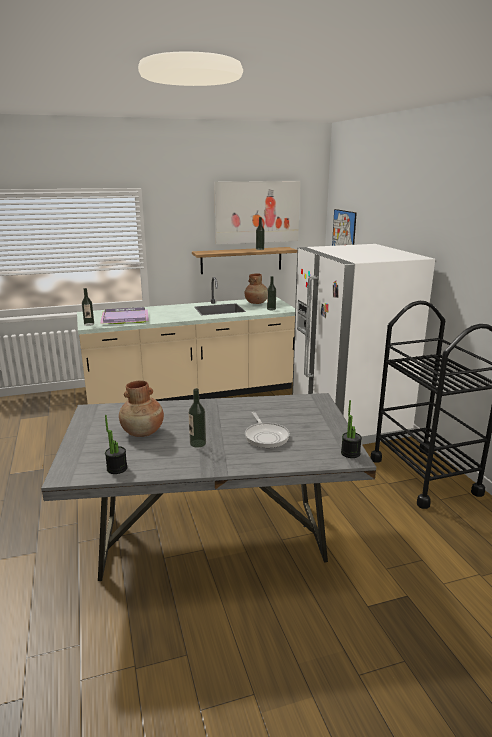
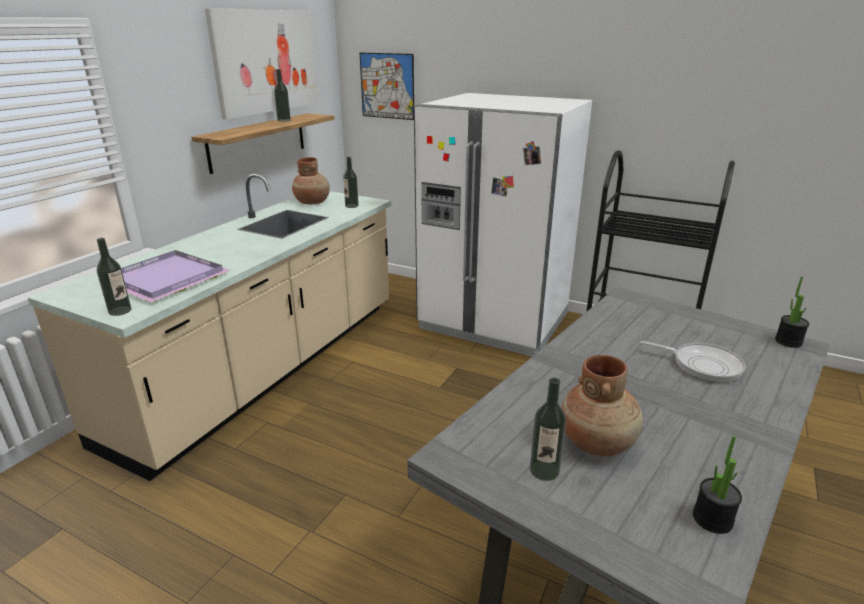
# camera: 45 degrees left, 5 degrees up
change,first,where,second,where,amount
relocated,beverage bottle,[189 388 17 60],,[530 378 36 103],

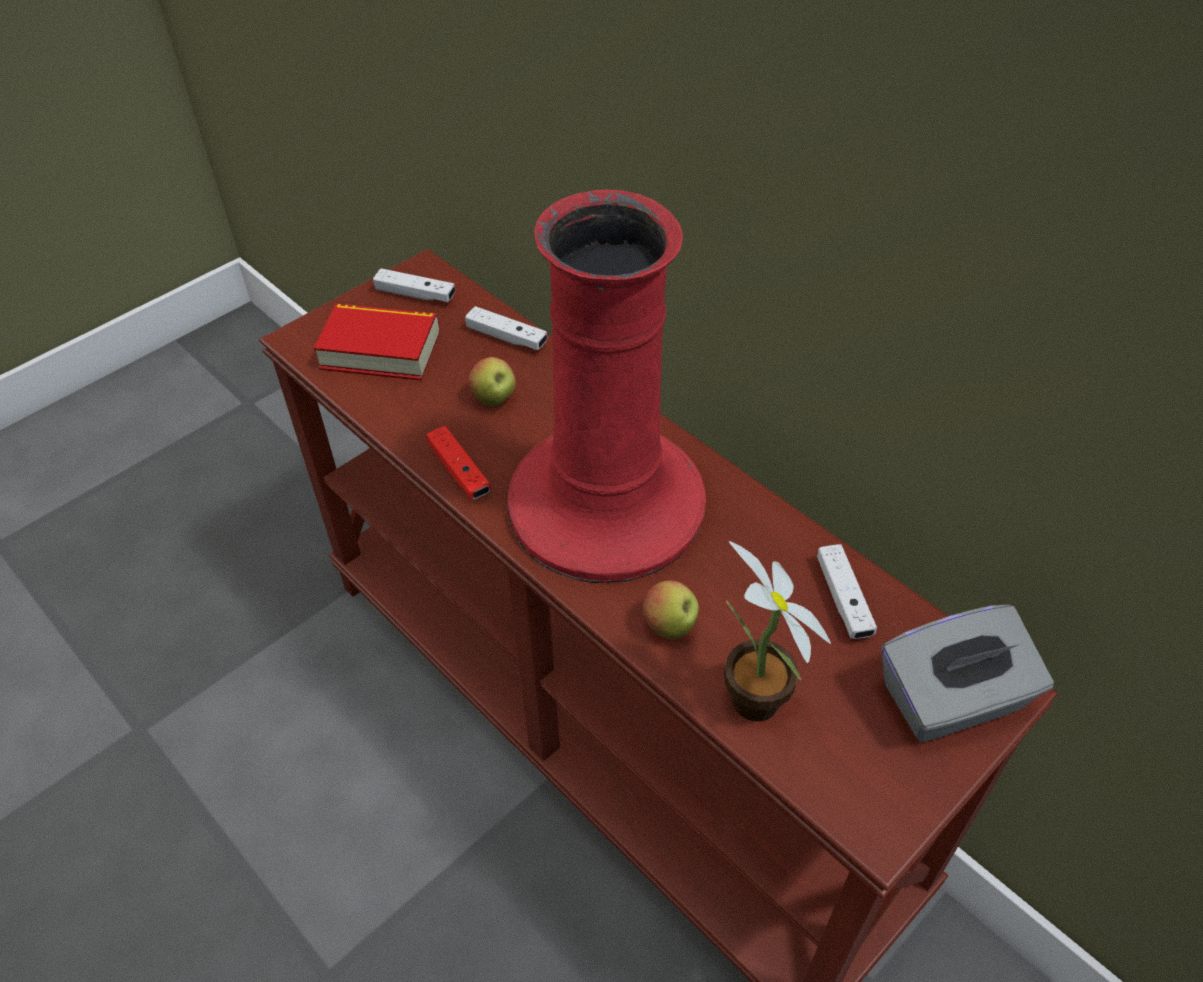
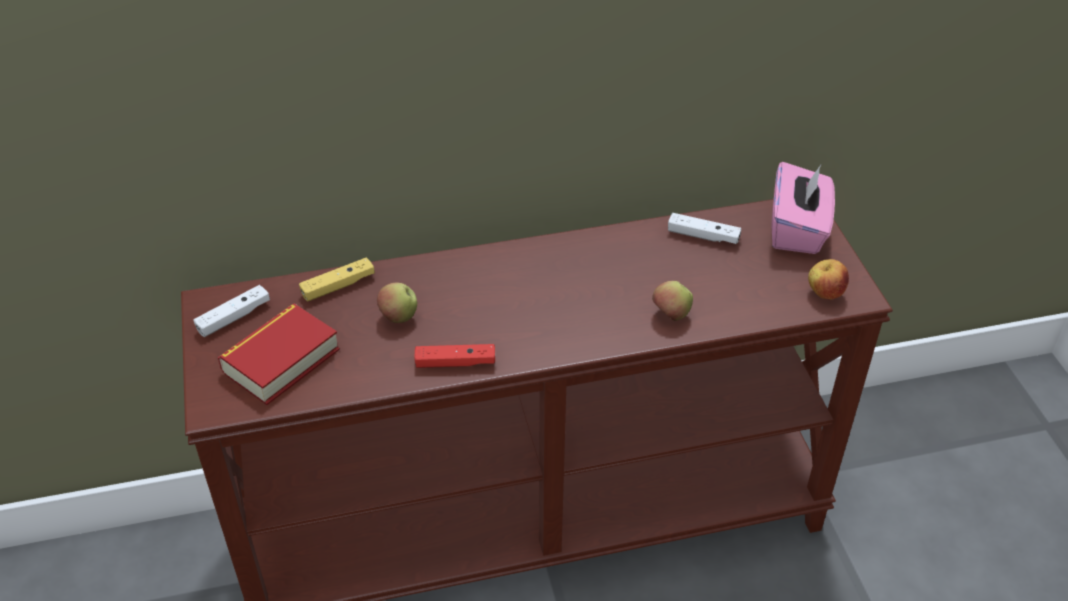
# camera: 60 degrees left, 5 degrees down
change,first,where,second,where,amount
colour,game controller in white-coloured,[465 306 82 44],game controller in yellow-coloured,[299 257 76 45],
missing,decorative vase in red,[508 190 198 393],,,
missing,plant in a pot,[724 541 107 180],,,
colour,tissue box in greyish,[882 605 172 137],tissue box in pinkish,[771 162 64 92],
appeared,,,whole apple,[808 259 41 41],

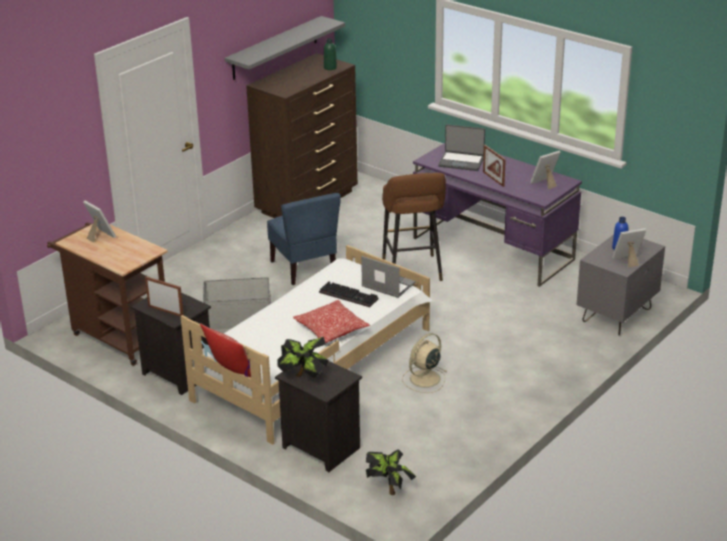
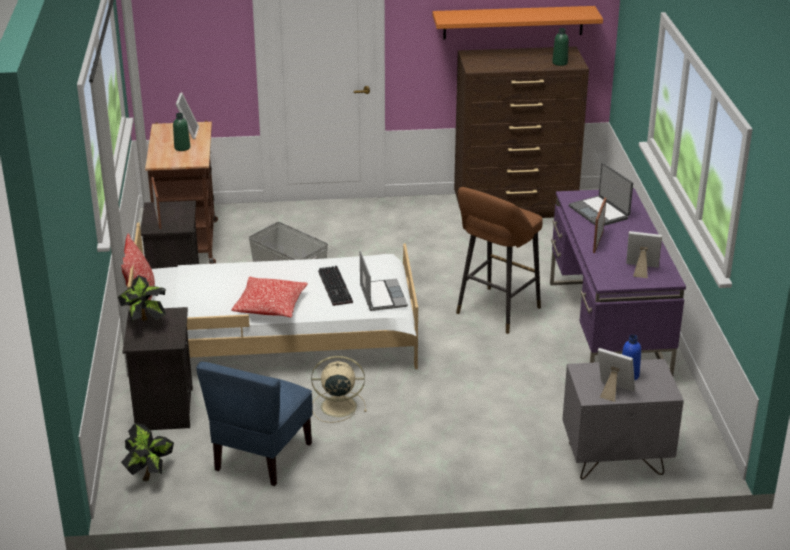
# camera: 45 degrees right, 0 degrees up
change,first,where,second,where,amount
colour,bracket shelf in greyish,[225 16 120 64],bracket shelf in orange,[432 6 171 34],
relocated,chair in bluish,[267 193 74 92],,[196 361 117 125],
appeared,,,beverage bottle in green,[173 113 17 38],

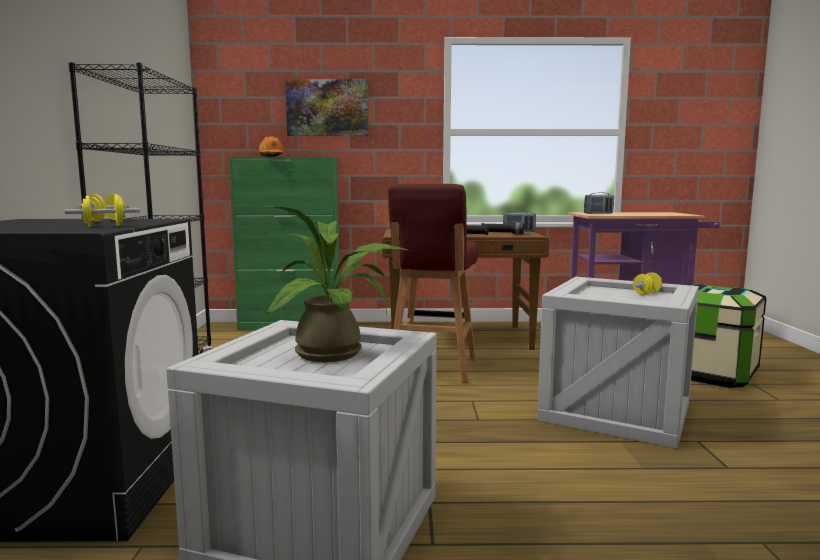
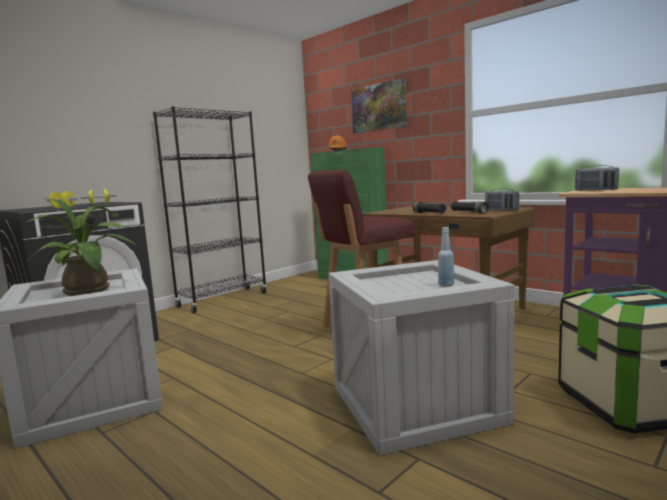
# camera: 45 degrees right, 0 degrees up
change,first,where,second,where,amount
exchanged,dumbbell in yellow-coloured,[633 272 29 23],beverage bottle in bluish,[438 227 16 60],

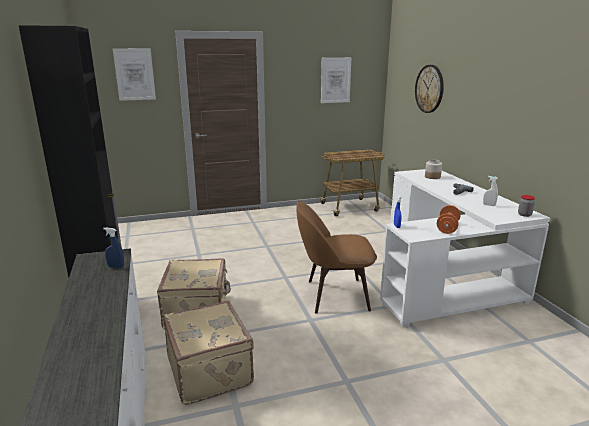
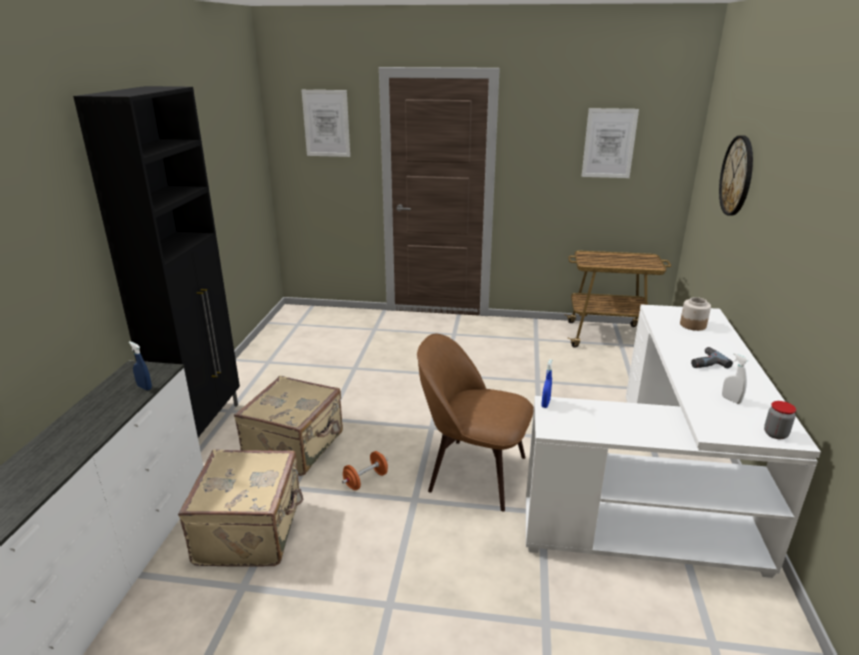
# camera: 25 degrees right, 5 degrees up
change,first,where,second,where,amount
relocated,dumbbell in orange,[437 205 24 29],,[342 451 46 39],

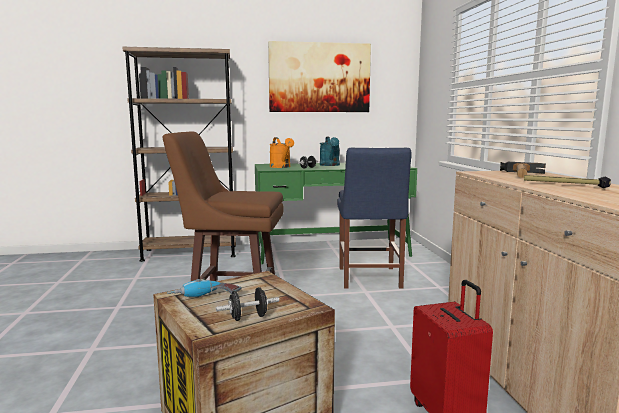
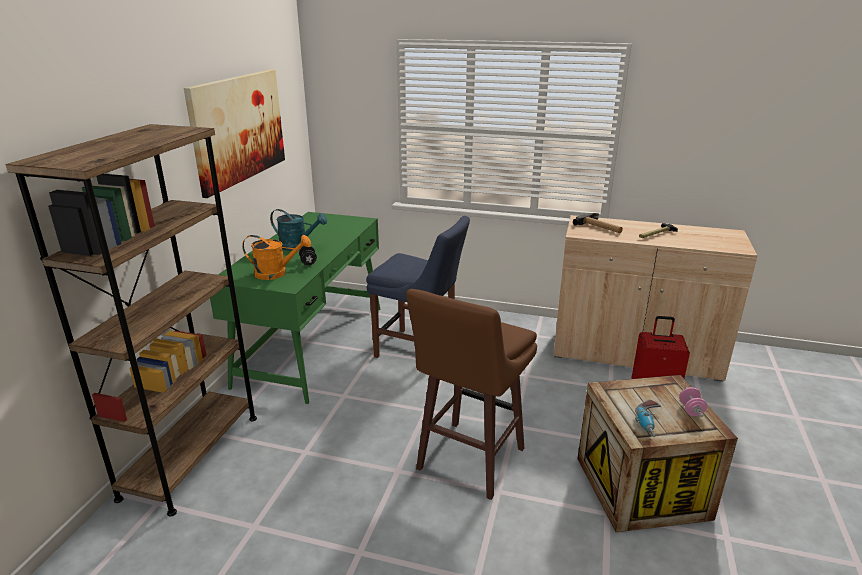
# camera: 65 degrees left, 15 degrees up
change,first,where,second,where,amount
colour,dumbbell in black-coloured,[216 287 63 34],dumbbell in pinkish,[679 387 28 30],

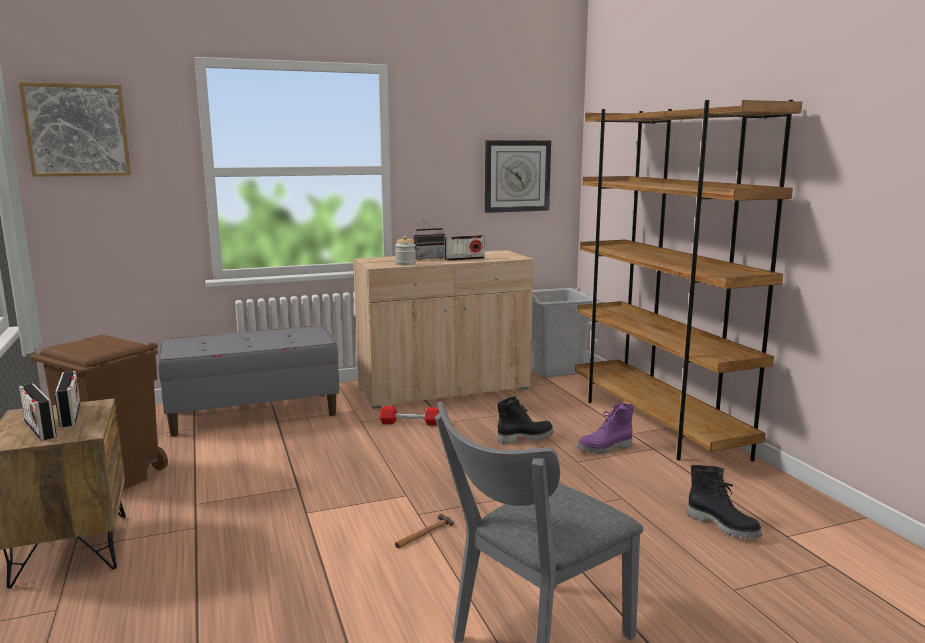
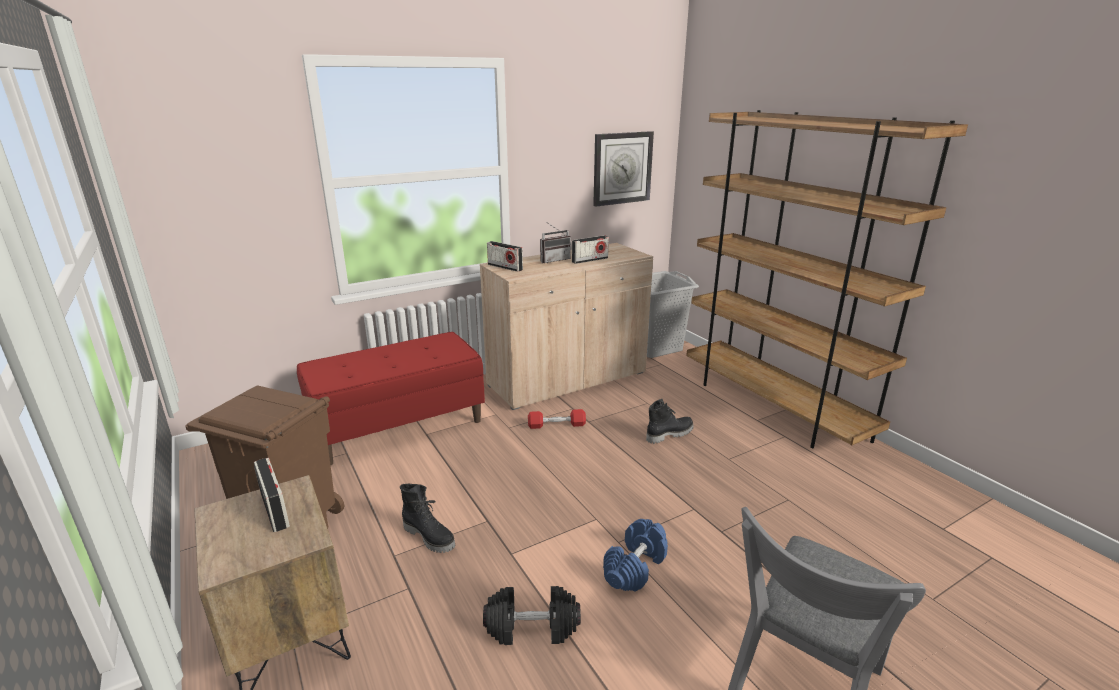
# camera: 10 degrees left, 10 degrees up
change,first,where,second,where,amount
missing,wall picture,[19 82 112 95],,,
relocated,radio receiver,[19 383 38 58],,[487 241 36 31],
colour,bench in greyish,[158 325 181 112],bench in red,[297 332 188 133],
missing,storage jar,[395 236 21 29],,,
exchanged,hand hammer,[395 514 59 34],dumbbell in bluish,[603 519 65 73],
missing,boot in purple,[577 403 57 51],,,
relocated,boot in black-coloured,[687 465 75 74],,[400 484 55 69],
appeared,,,dumbbell in black-coloured,[483 586 98 59],

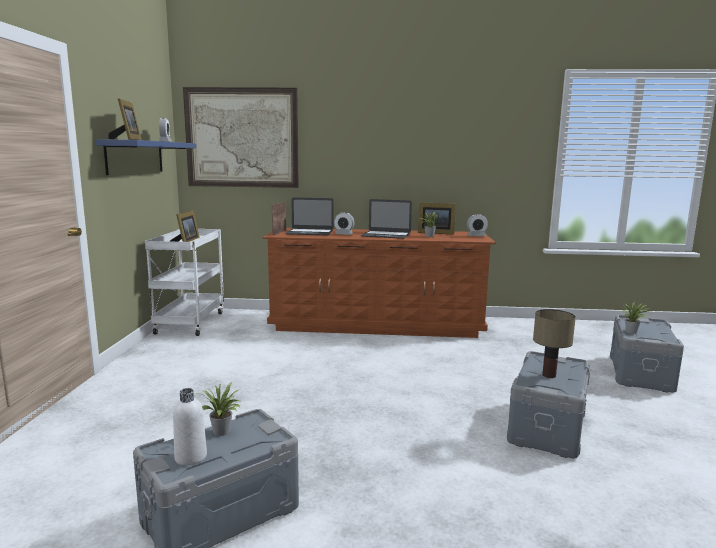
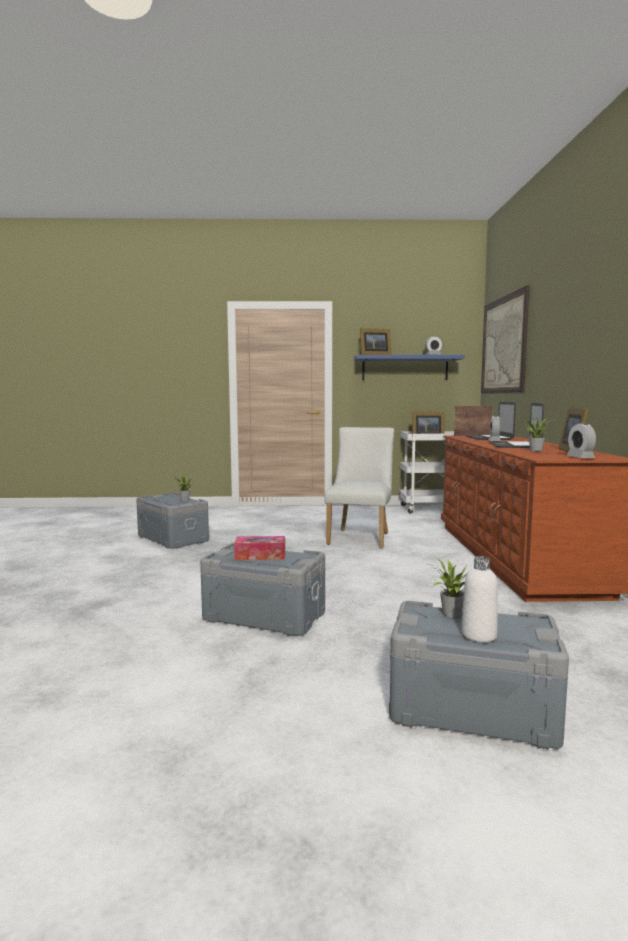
# camera: 85 degrees right, 5 degrees down
change,first,where,second,where,amount
relocated,beverage bottle in white-coloured,[173 388 34 77],,[461 556 37 86],
exchanged,table lamp,[533 309 43 69],tissue box,[234 536 51 24],
appeared,,,chair in white-coloured,[324 427 70 122],

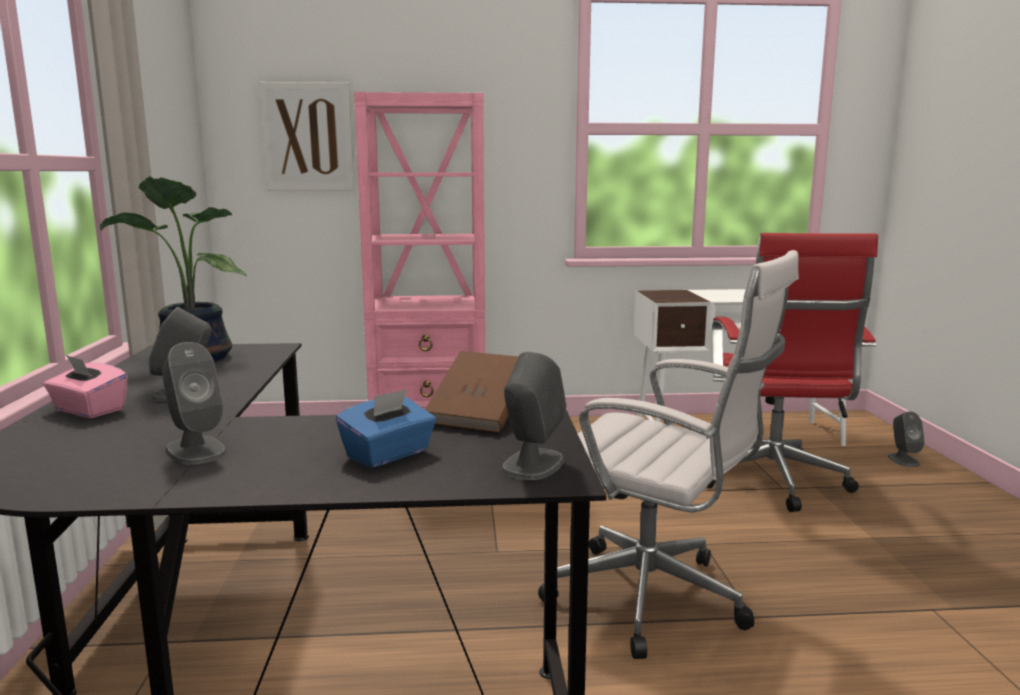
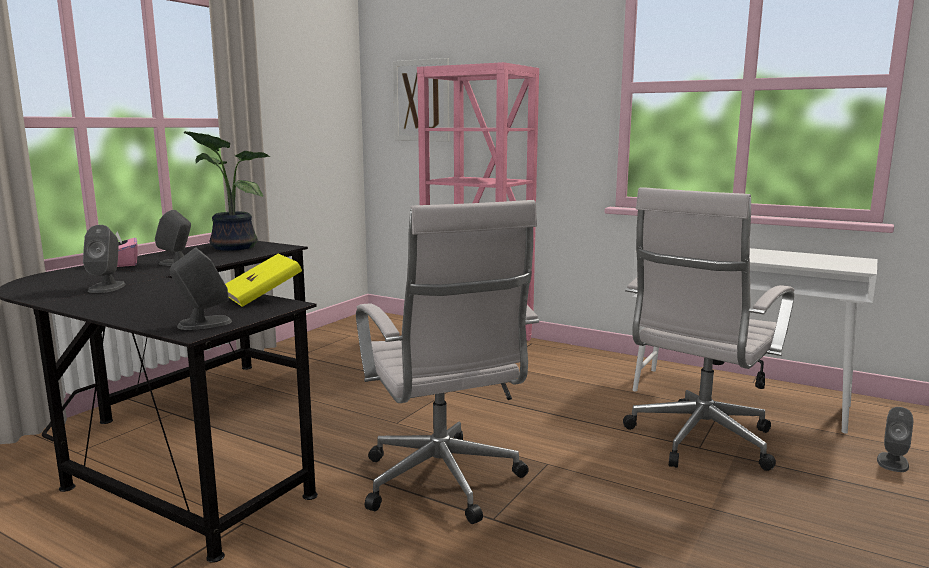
# camera: 35 degrees right, 0 degrees up
change,first,where,second,where,amount
missing,tissue box in bluish,[336 389 100 79],,,
colour,book in brown,[425 351 94 82],book in yellow-coloured,[225 254 77 53],
colour,desk chair in red,[707 233 171 279],desk chair in white-coloured,[623 187 171 284],

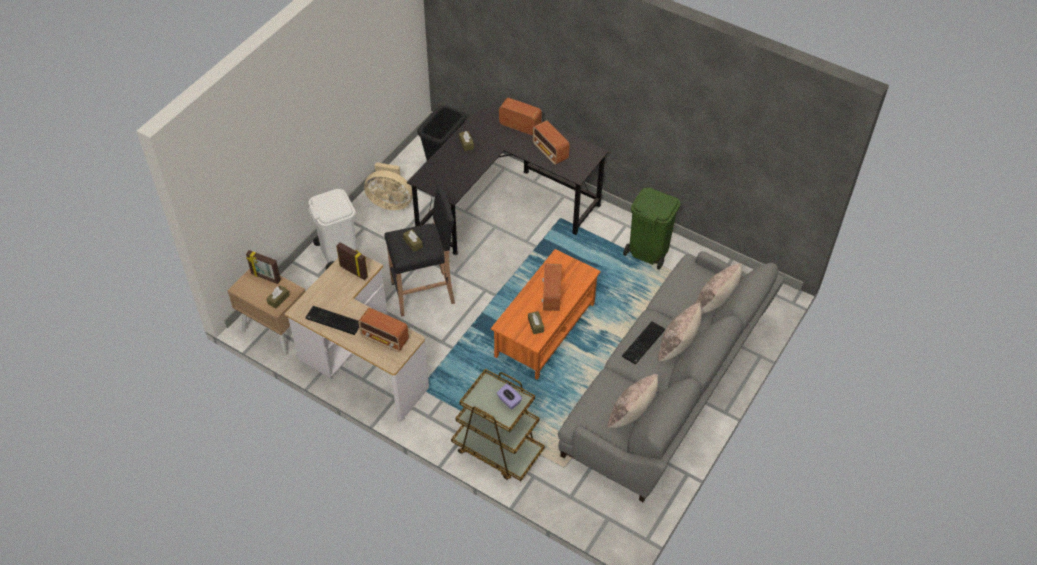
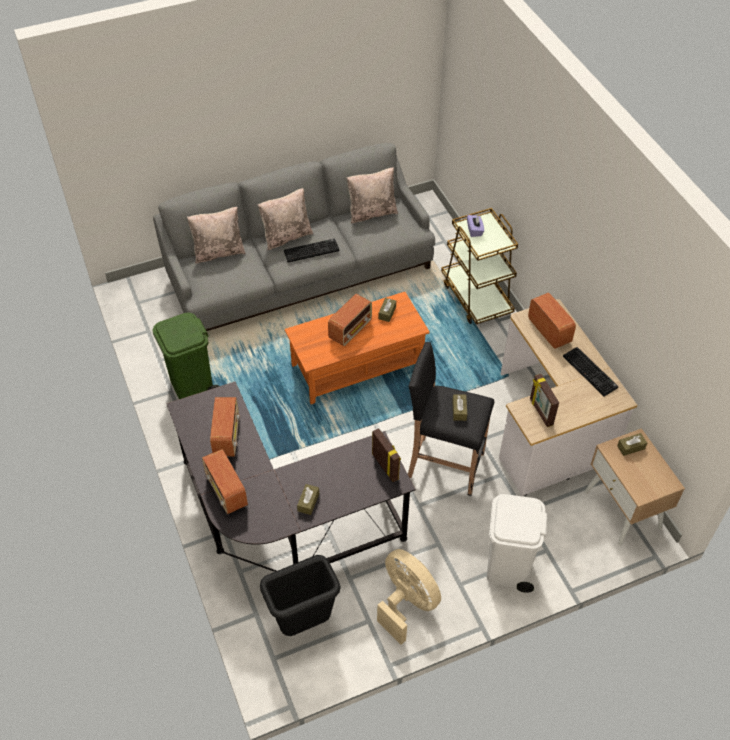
# camera: 145 degrees left, 0 degrees up
change,first,where,second,where,amount
relocated,photo frame,[246 250 35 34],,[372 428 29 54],

